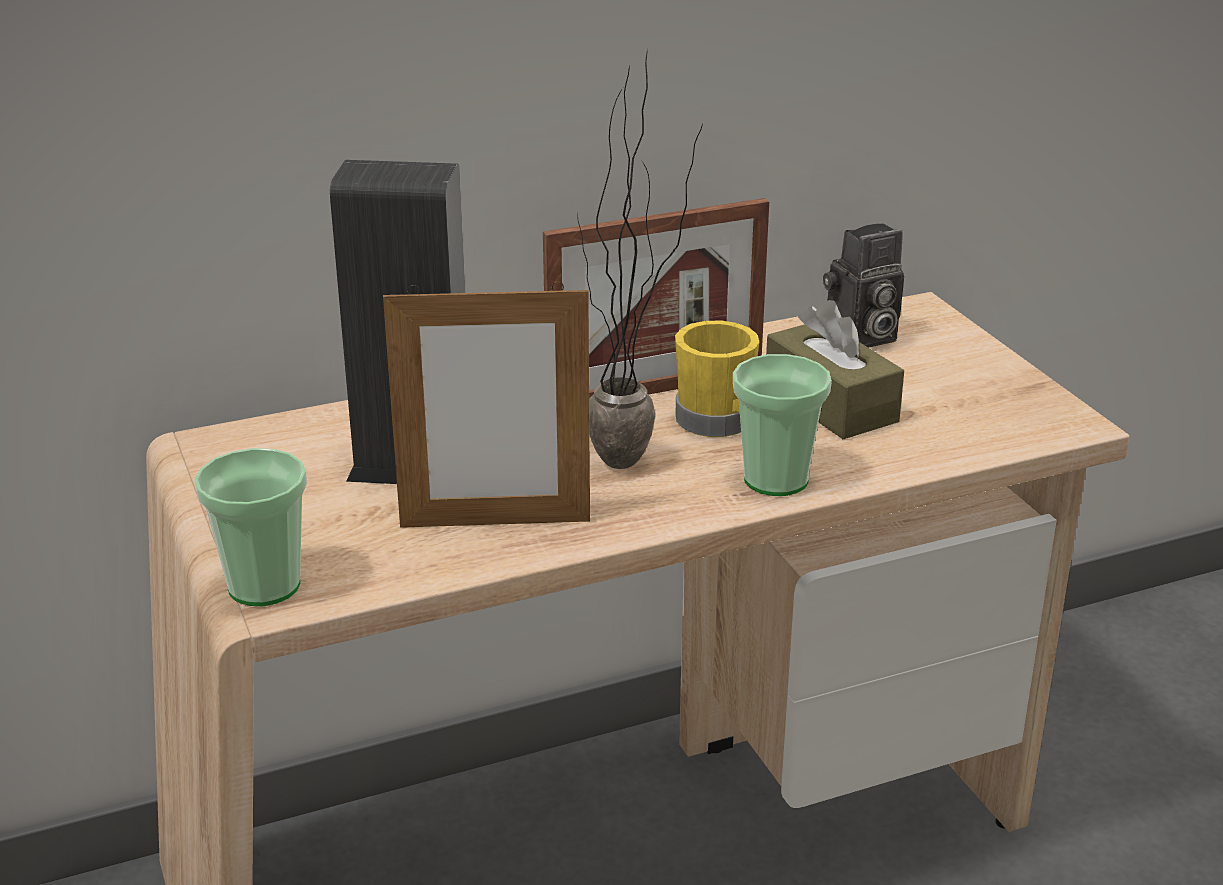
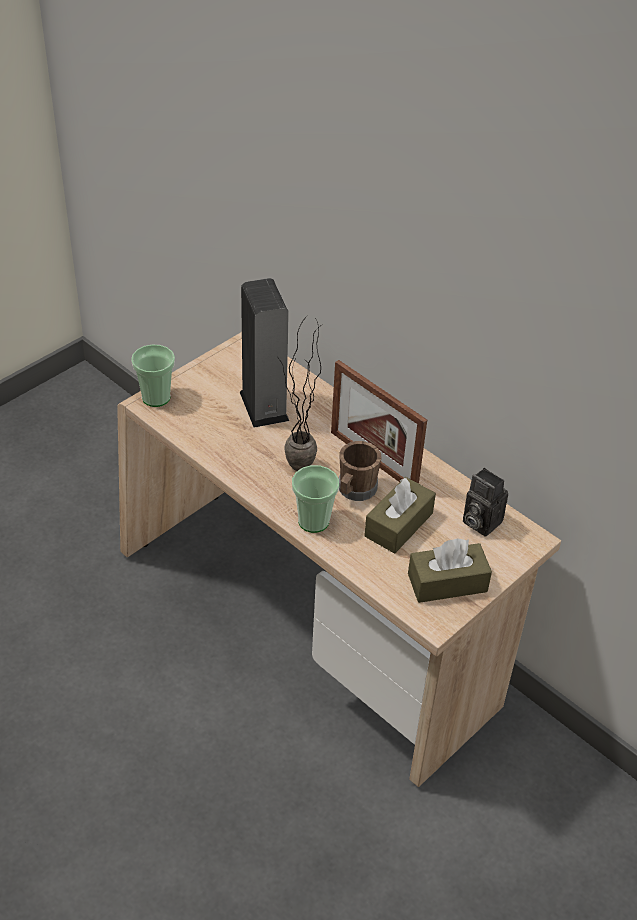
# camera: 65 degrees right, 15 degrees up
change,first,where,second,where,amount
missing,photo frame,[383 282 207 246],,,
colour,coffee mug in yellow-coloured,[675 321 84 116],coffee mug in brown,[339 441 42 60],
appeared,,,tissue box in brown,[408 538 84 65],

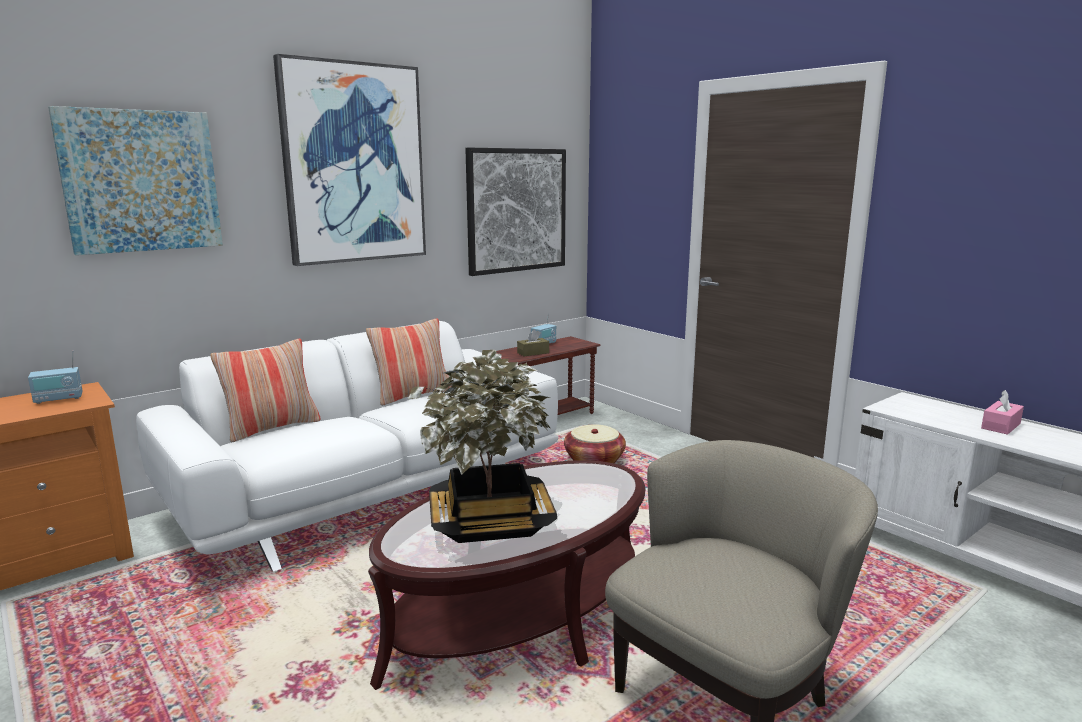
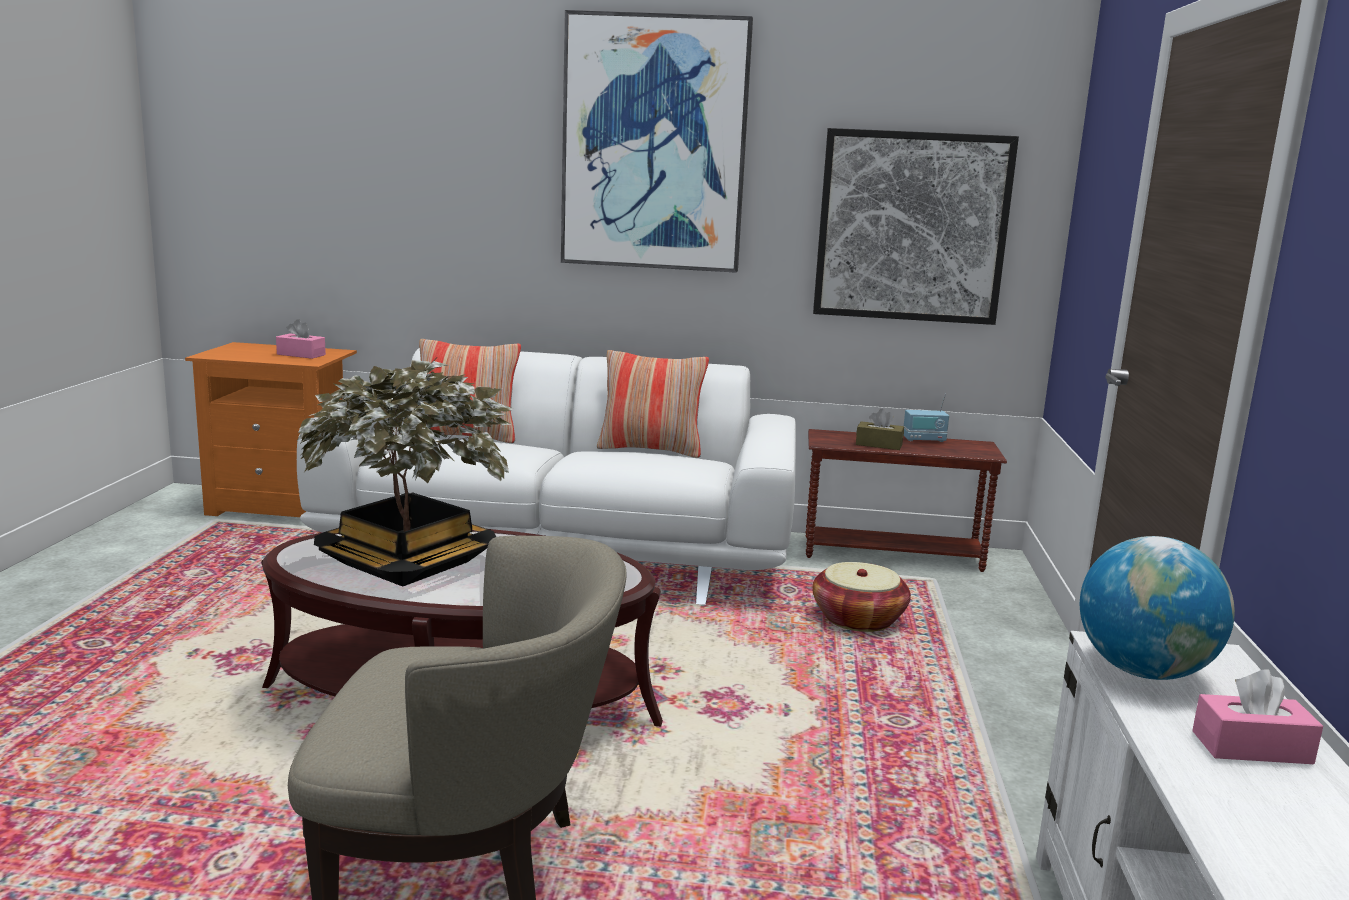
# camera: 45 degrees right, 0 degrees up
change,first,where,second,where,amount
exchanged,radio receiver,[28 350 55 54],tissue box in pinkish,[276 319 50 40],
missing,wall picture,[48 106 175 149],,,
appeared,,,world globe,[1080 536 155 144],

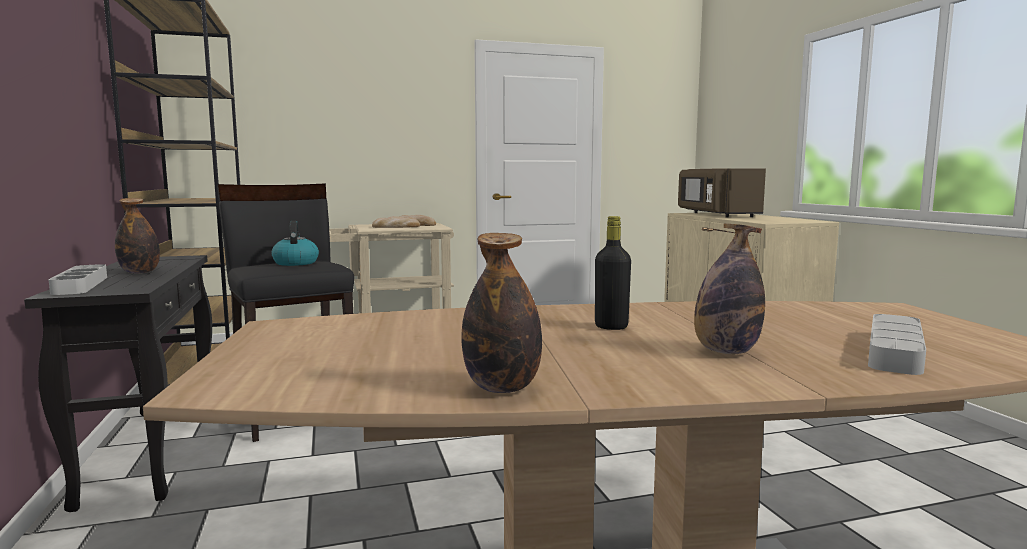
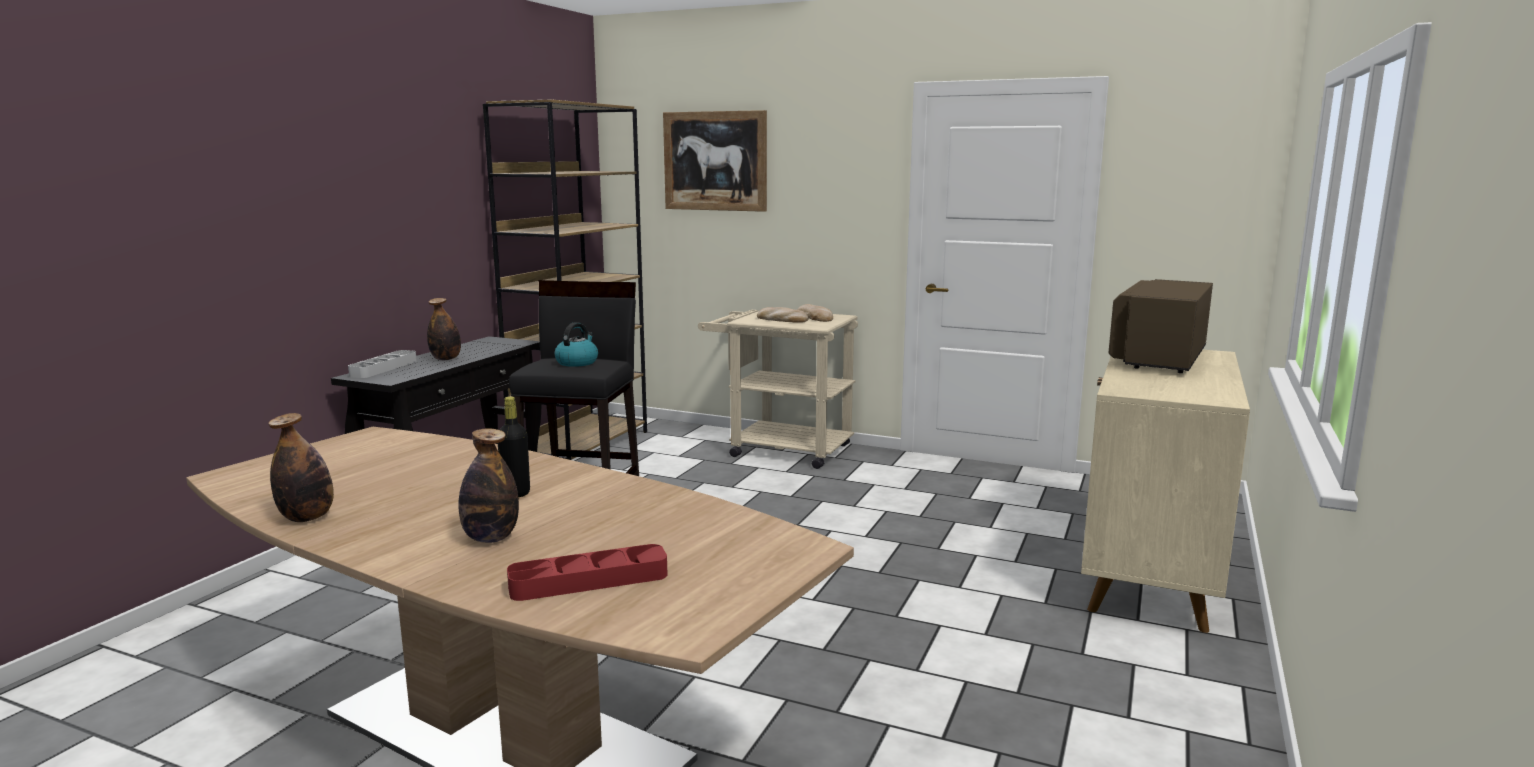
# camera: 40 degrees right, 5 degrees up
change,first,where,second,where,amount
colour,serving tray in greyish,[868 314 58 61],serving tray in red,[507 544 161 57],
appeared,,,wall picture,[663 110 104 102],

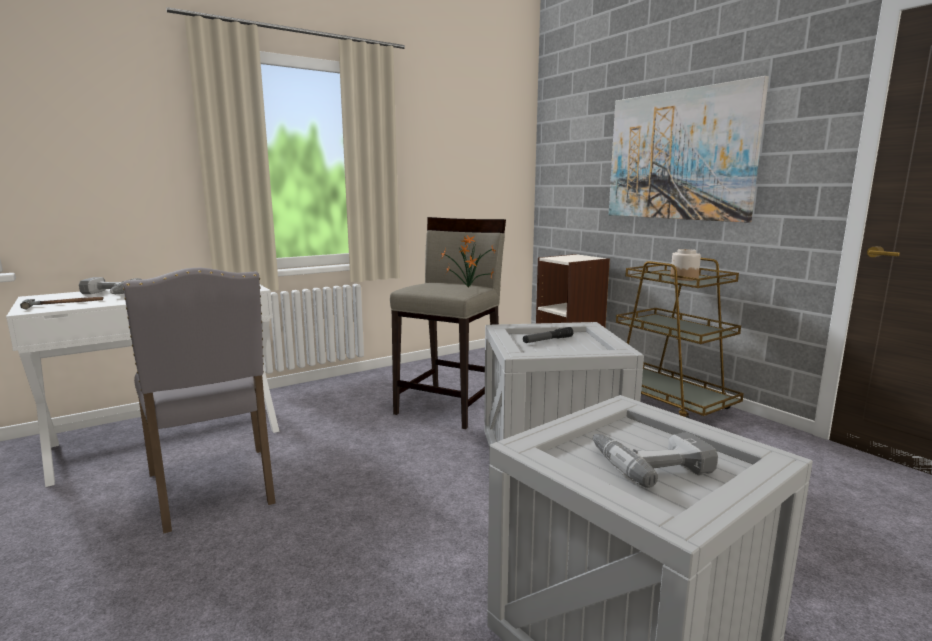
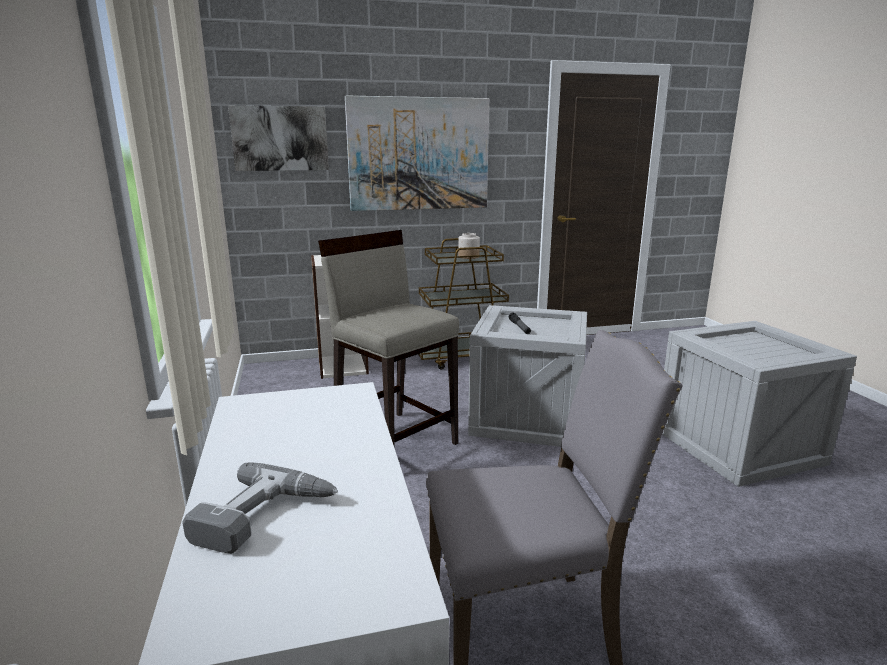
# camera: 70 degrees left, 5 degrees up
change,first,where,second,where,amount
missing,hand hammer,[20 297 84 13],,,
missing,plant in a pot,[439 235 57 53],,,
missing,drill,[593 432 125 56],,,
appeared,,,wall picture,[228 105 101 66],

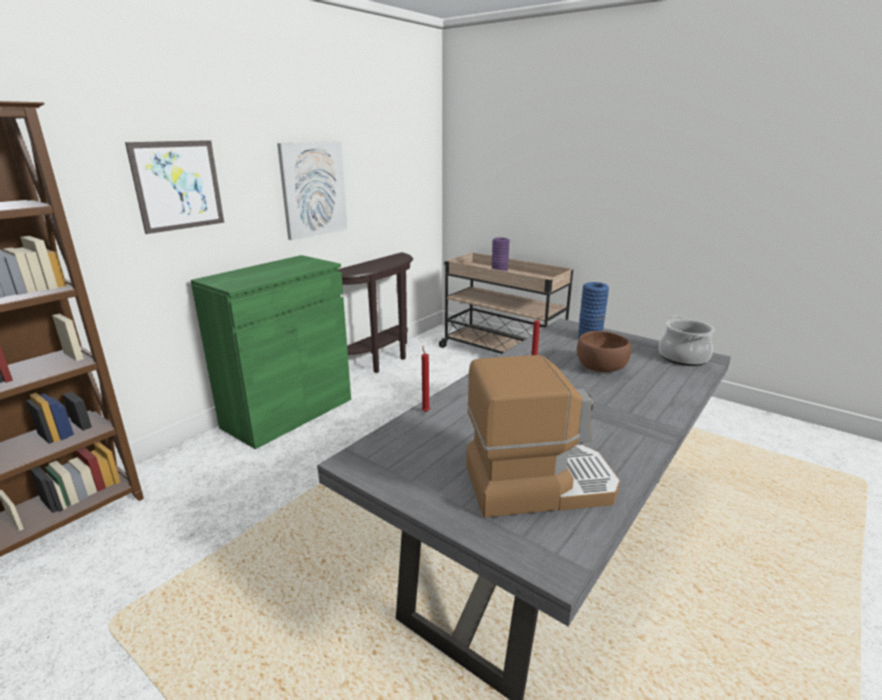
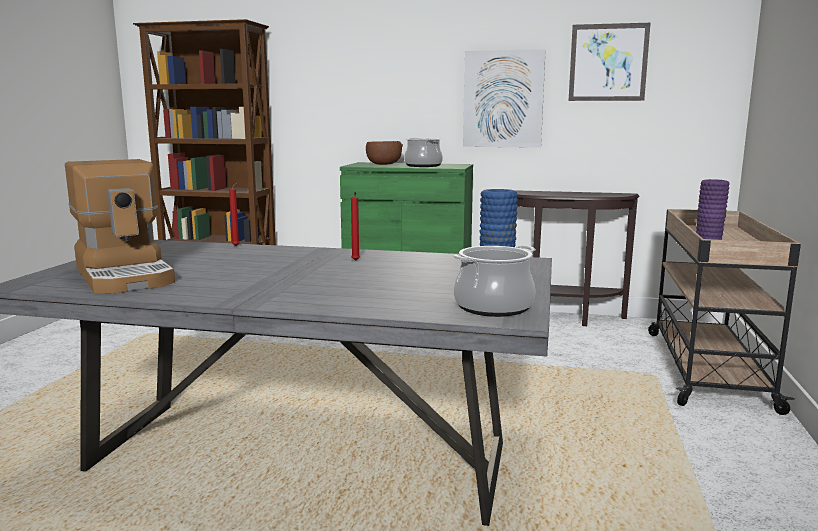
# camera: 65 degrees right, 10 degrees down
change,first,where,second,where,amount
relocated,wall picture,[125 140 99 94],,[569 23 82 78],
relocated,deep dish in brown,[577 331 54 41],,[366 141 37 24],
appeared,,,cooking pot,[404 138 39 29],

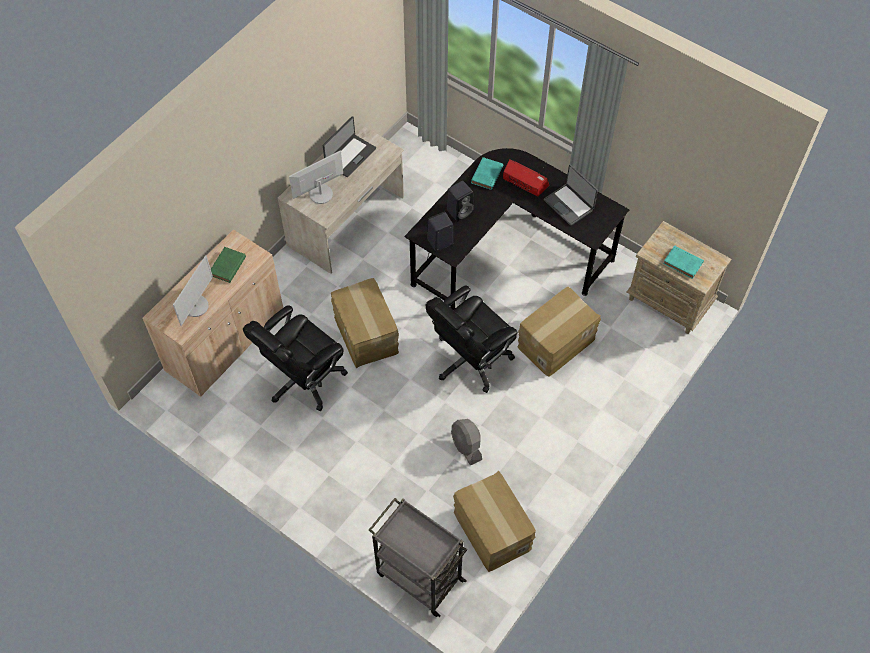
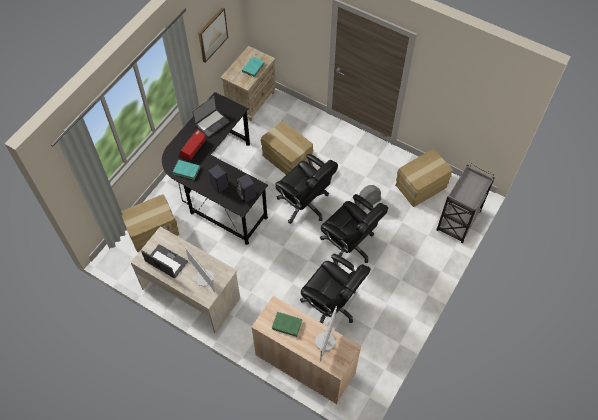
# camera: 95 degrees left, 0 degrees up
change,first,where,second,where,amount
spun,monitor,[173 255 40 71],,[315 306 22 55],90 degrees clockwise
relocated,cardboard box,[331 278 68 90],,[121 194 59 58],
appeared,,,wall picture,[198 7 30 56],
appeared,,,desk chair in black-coloured,[320 194 68 70],

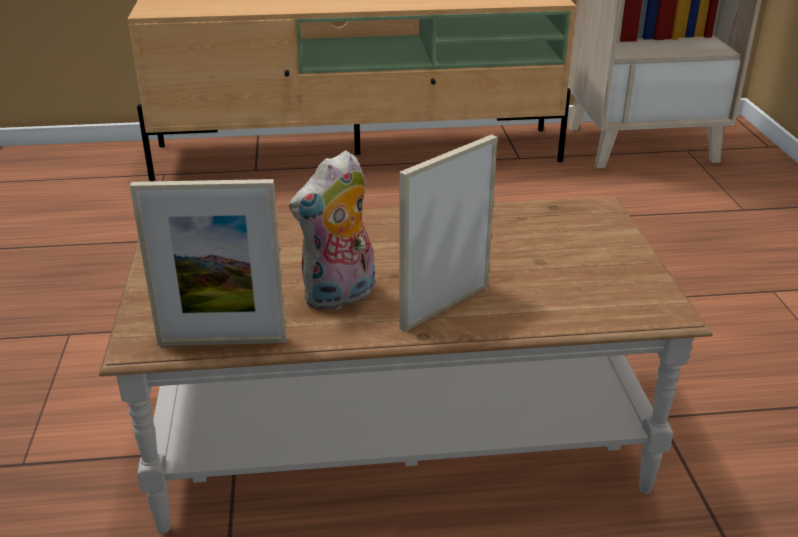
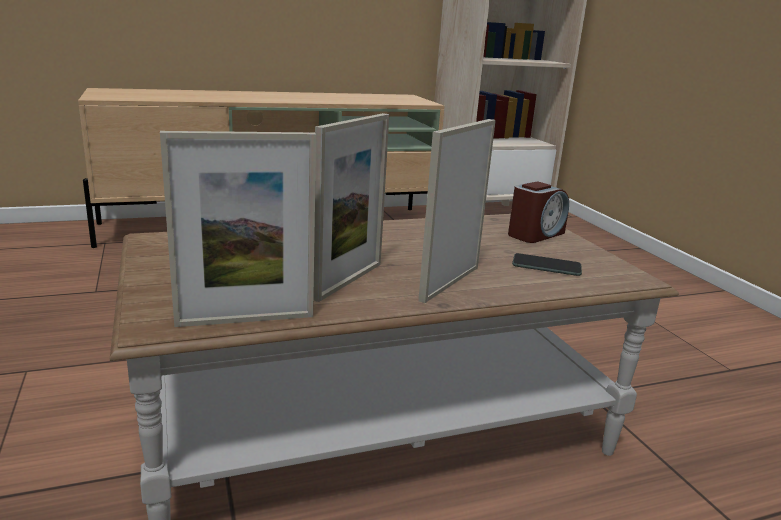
# camera: 15 degrees left, 10 degrees down
change,first,where,second,where,amount
exchanged,soft toy,[289 150 86 162],photo frame,[313 113 76 189],
appeared,,,bedside clock,[508 181 61 62],
appeared,,,phone,[512 253 70 23],

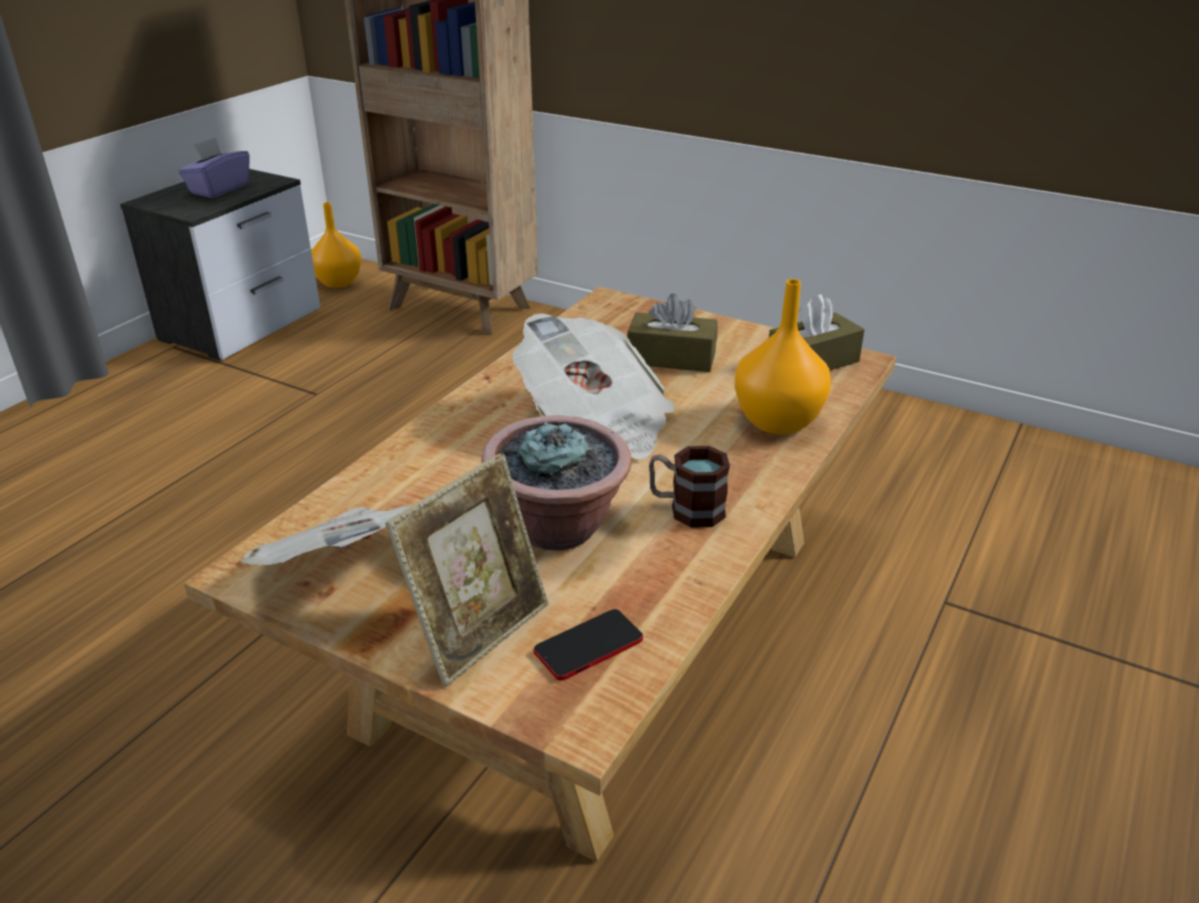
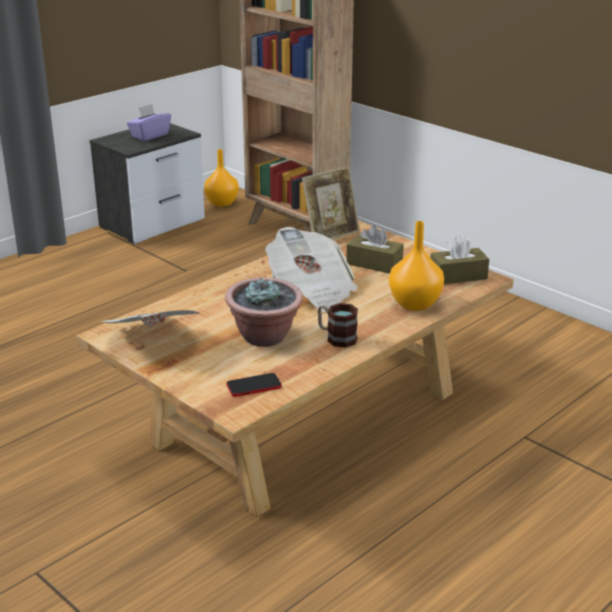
# camera: 15 degrees right, 5 degrees down
change,first,where,second,where,amount
relocated,photo frame,[385 453 163 234],,[302 166 58 73],

